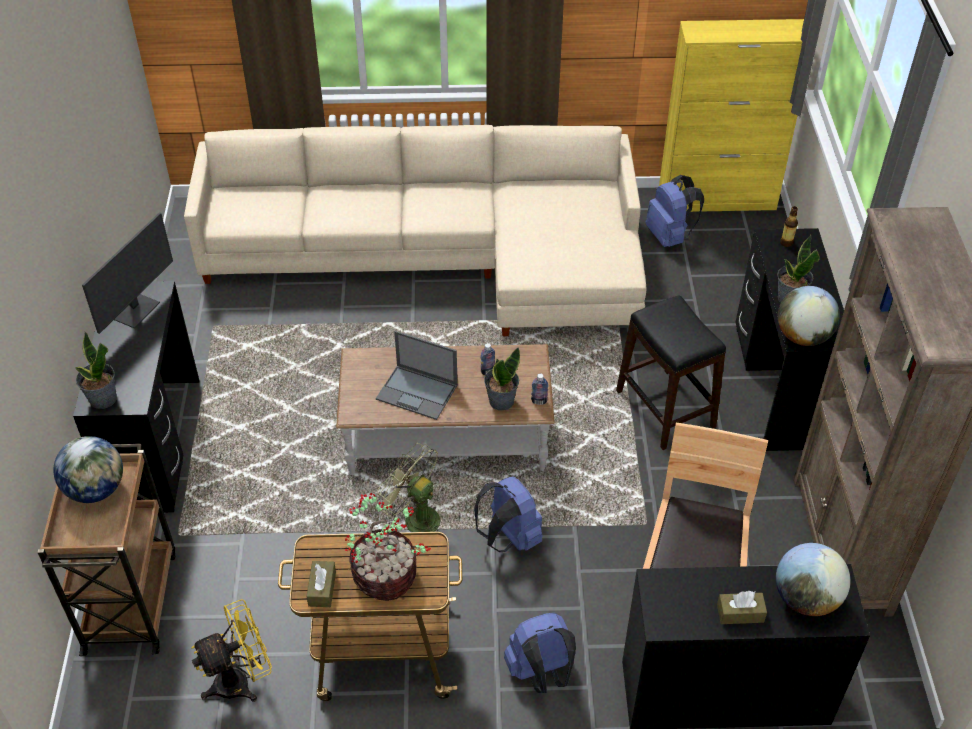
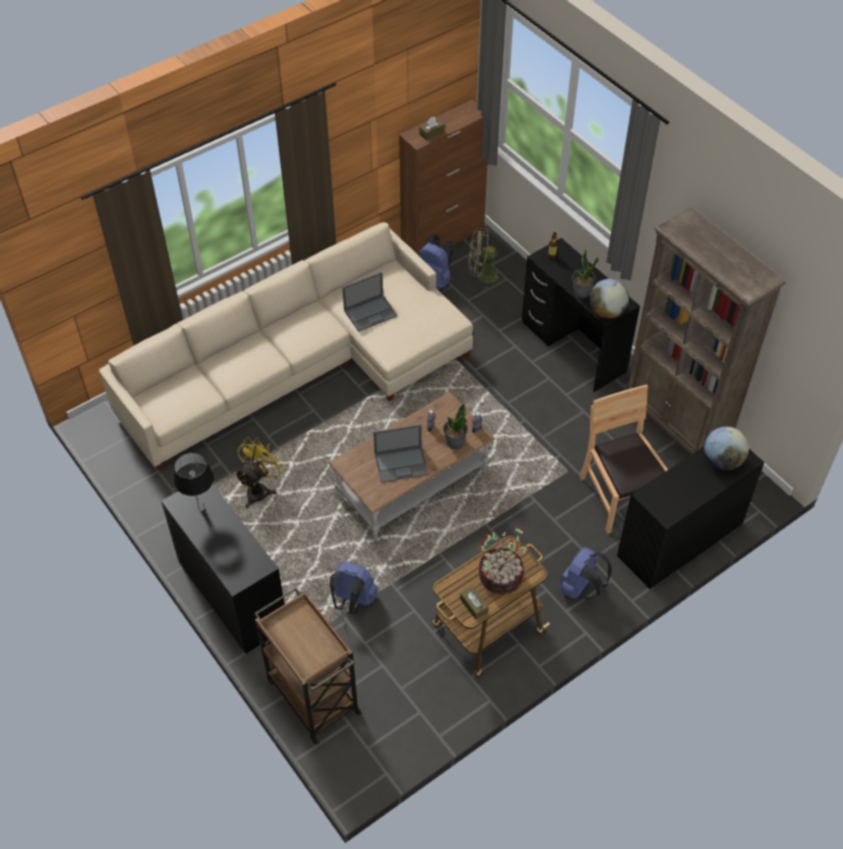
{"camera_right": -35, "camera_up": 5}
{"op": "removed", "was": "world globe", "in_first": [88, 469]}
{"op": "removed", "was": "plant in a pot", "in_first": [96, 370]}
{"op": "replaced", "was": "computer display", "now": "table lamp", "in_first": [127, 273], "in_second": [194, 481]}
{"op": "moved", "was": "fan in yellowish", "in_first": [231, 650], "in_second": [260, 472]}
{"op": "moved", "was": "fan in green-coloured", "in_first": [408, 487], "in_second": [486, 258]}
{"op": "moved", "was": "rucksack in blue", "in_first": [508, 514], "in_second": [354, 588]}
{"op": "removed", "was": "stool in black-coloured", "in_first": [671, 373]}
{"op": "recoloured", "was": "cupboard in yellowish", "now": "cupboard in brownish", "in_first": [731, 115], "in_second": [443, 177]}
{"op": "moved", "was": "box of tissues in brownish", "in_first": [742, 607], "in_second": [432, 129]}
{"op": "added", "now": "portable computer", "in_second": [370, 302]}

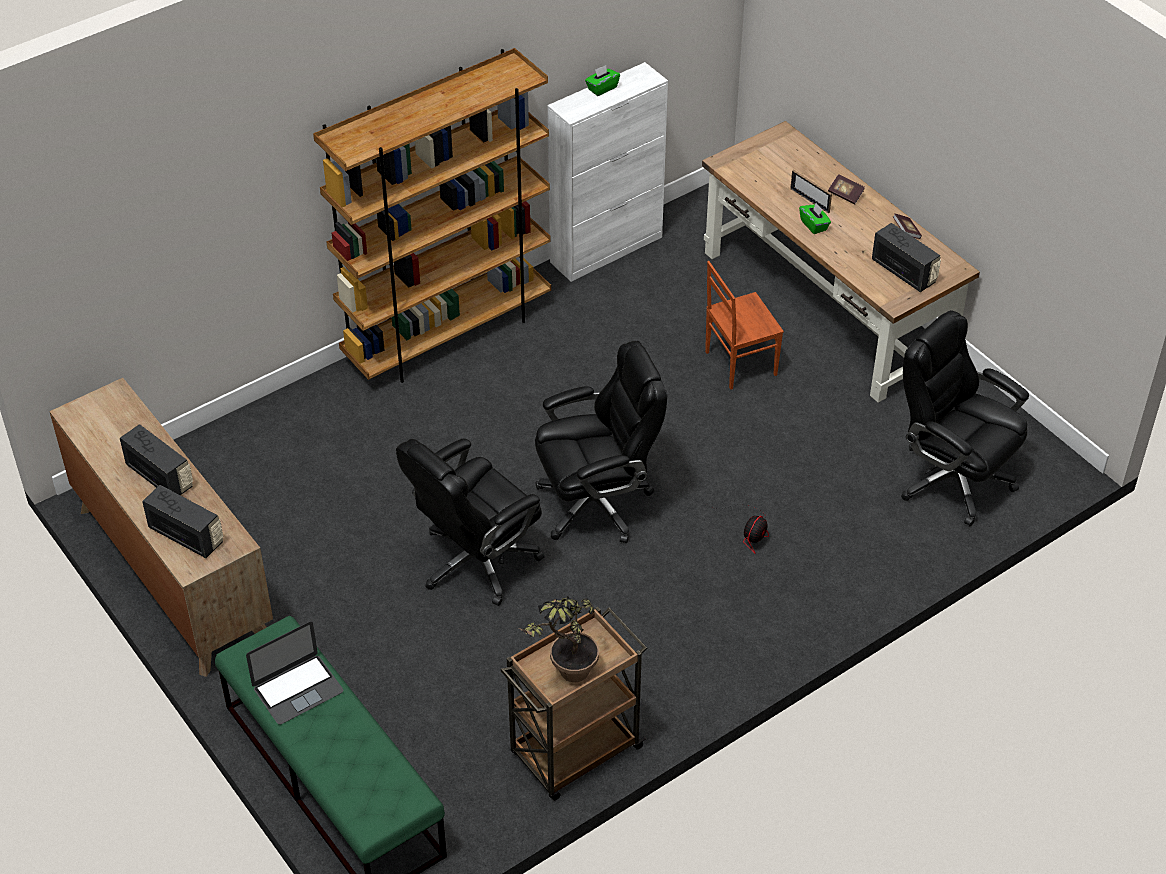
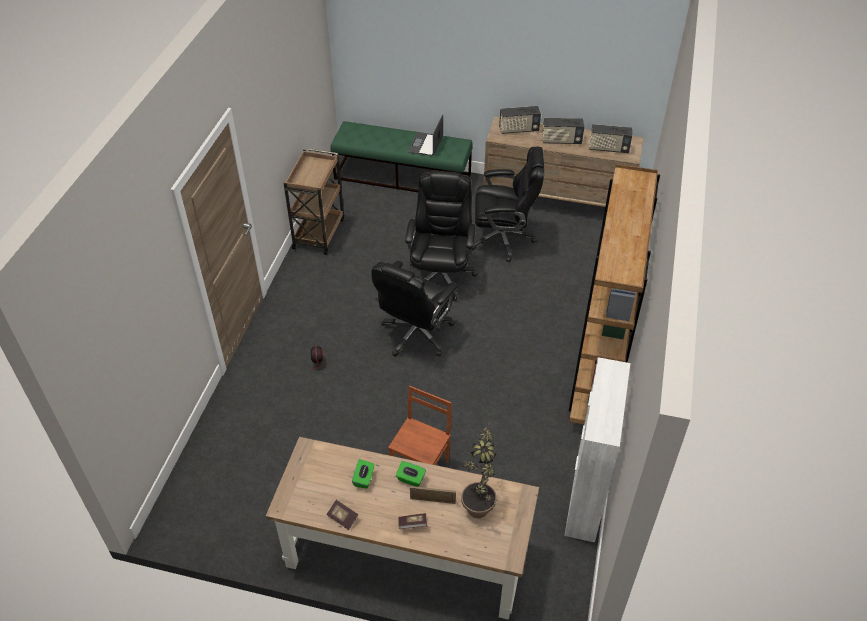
{"camera_right": 140, "camera_up": 0}
{"op": "moved", "was": "plant in a pot", "in_first": [558, 639], "in_second": [479, 470]}
{"op": "moved", "was": "box of tissues in green-coloured", "in_first": [602, 80], "in_second": [363, 474]}
{"op": "moved", "was": "radio set", "in_first": [906, 257], "in_second": [610, 138]}
{"op": "moved", "was": "desk chair in black-coloured", "in_first": [965, 418], "in_second": [508, 204]}

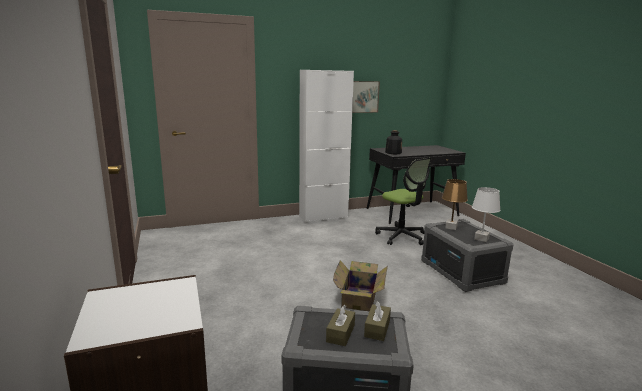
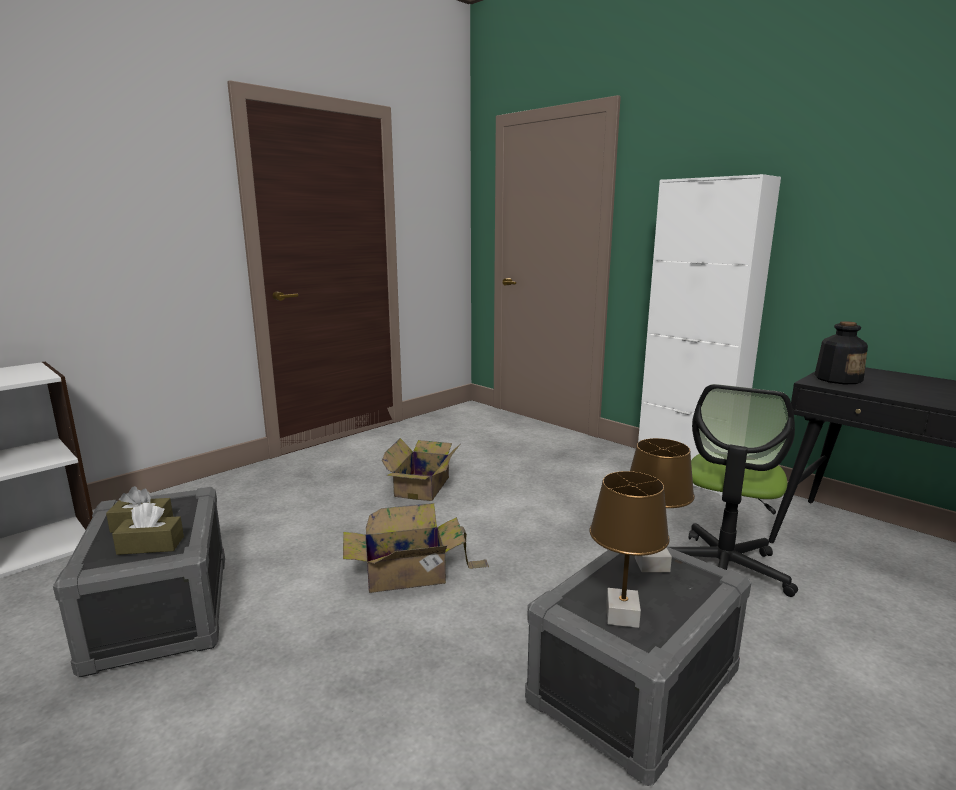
{"camera_right": 65, "camera_up": 0}
{"op": "removed", "was": "wall art", "in_first": [366, 97]}
{"op": "recoloured", "was": "table lamp in white-coloured", "now": "table lamp in brownish", "in_first": [486, 214], "in_second": [629, 549]}
{"op": "added", "now": "cardboard box", "in_second": [421, 469]}

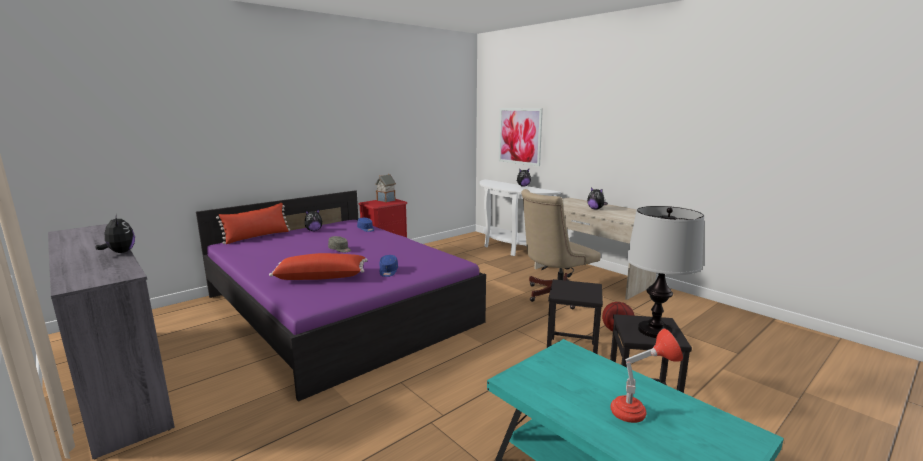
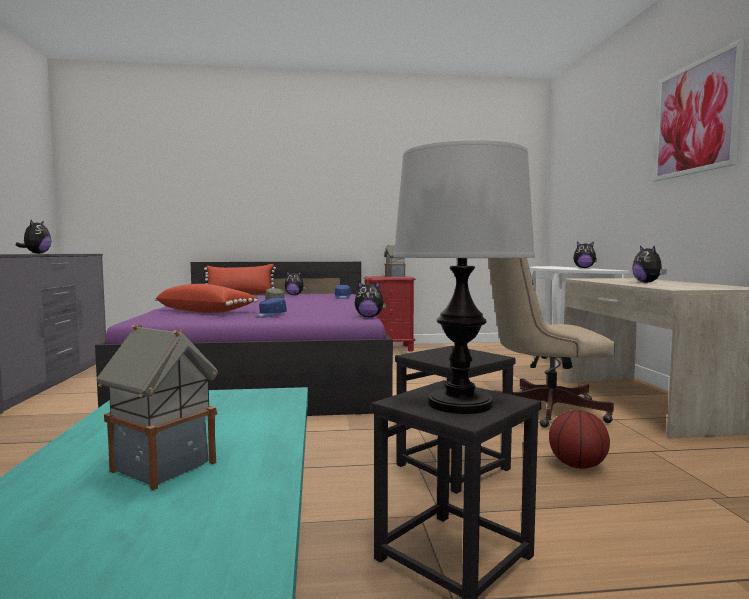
{"camera_right": 35, "camera_up": -10}
{"op": "moved", "was": "wall art", "in_first": [521, 137], "in_second": [699, 110]}
{"op": "replaced", "was": "table lamp in red", "now": "model house", "in_first": [646, 376], "in_second": [157, 407]}
{"op": "added", "now": "plush toy", "in_second": [370, 299]}

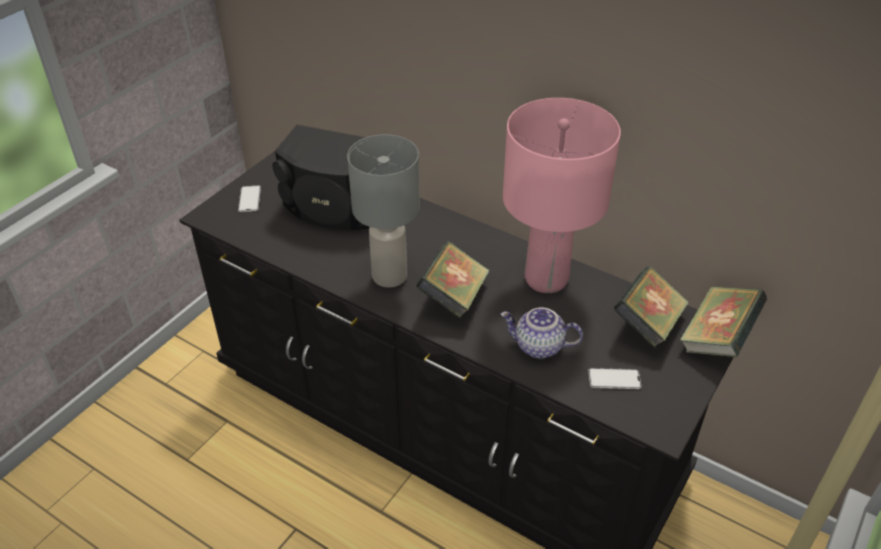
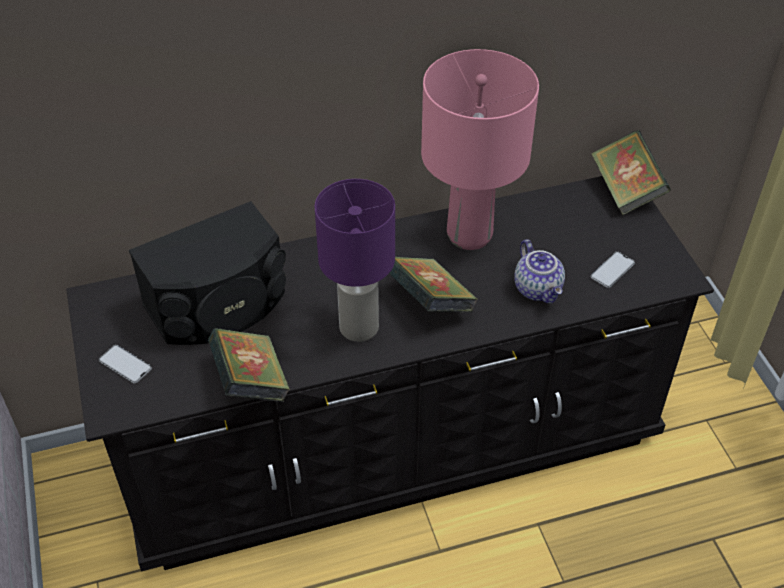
{"camera_right": -50, "camera_up": 5}
{"op": "recoloured", "was": "table lamp in greyish", "now": "table lamp in purple", "in_first": [383, 211], "in_second": [355, 260]}
{"op": "turned", "was": "tea pot", "in_first": [541, 333], "in_second": [539, 271], "clockwise": -75}
{"op": "moved", "was": "book", "in_first": [651, 307], "in_second": [249, 365]}

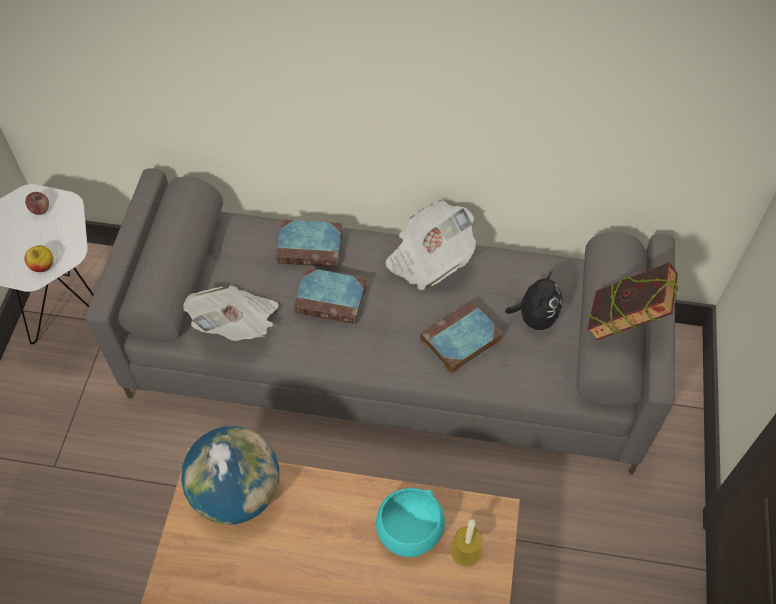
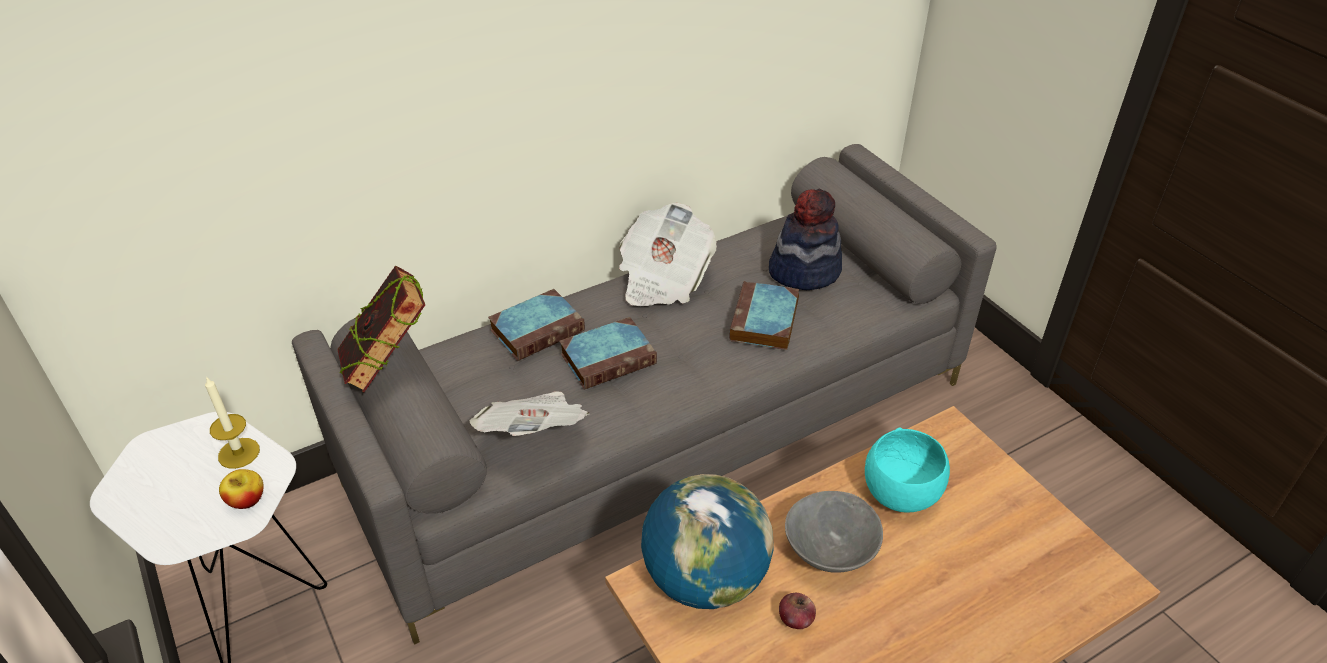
{"camera_right": -40, "camera_up": -15}
{"op": "moved", "was": "apple fruit", "in_first": [37, 203], "in_second": [797, 611]}
{"op": "moved", "was": "candle", "in_first": [466, 542], "in_second": [232, 422]}
{"op": "replaced", "was": "plush toy", "now": "clothing hat", "in_first": [533, 300], "in_second": [805, 239]}
{"op": "moved", "was": "book", "in_first": [632, 301], "in_second": [381, 329]}
{"op": "added", "now": "serving bowl in greyish", "in_second": [834, 532]}

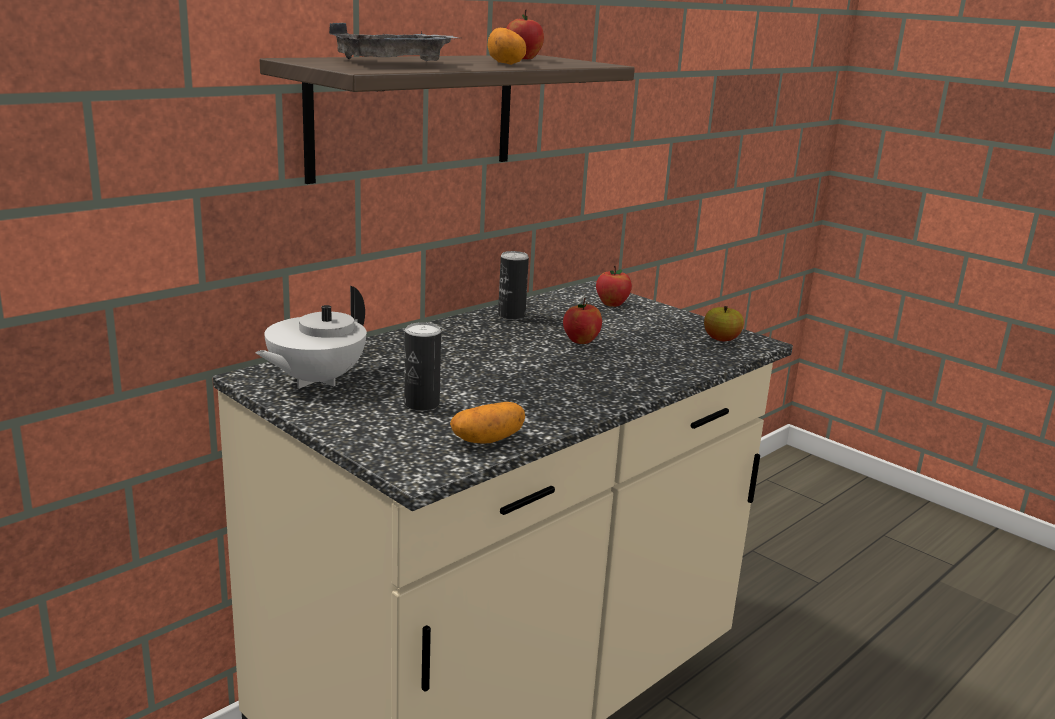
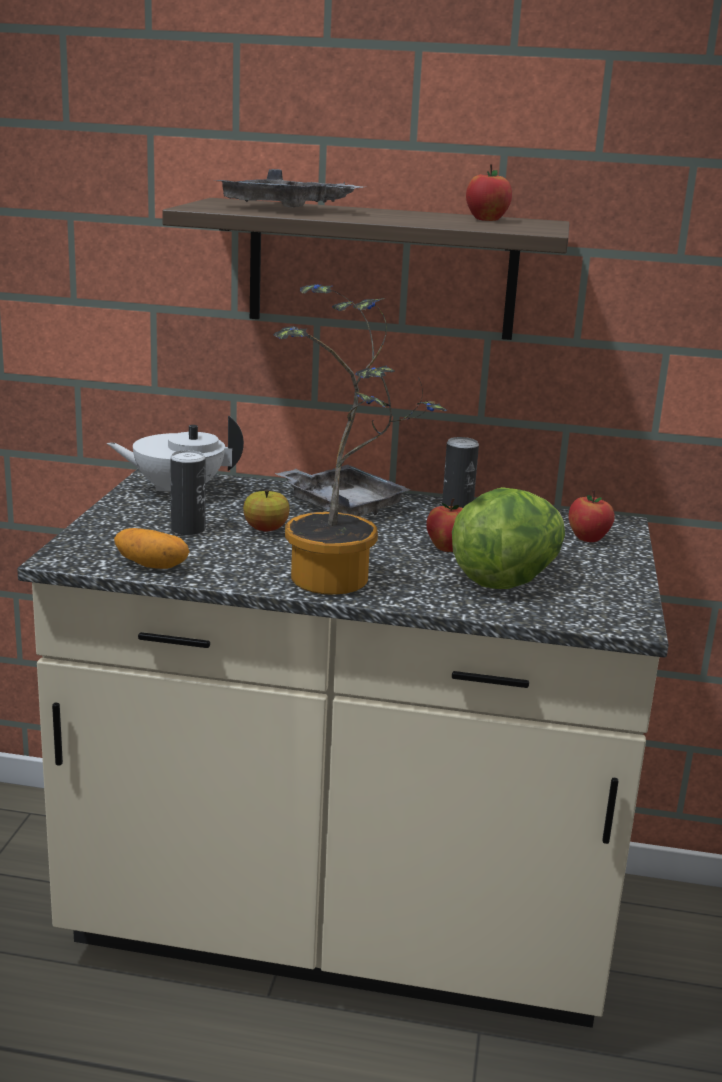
{"camera_right": 55, "camera_up": 0}
{"op": "removed", "was": "whole potato", "in_first": [506, 46]}
{"op": "moved", "was": "apple fruit", "in_first": [724, 323], "in_second": [266, 510]}
{"op": "added", "now": "plant in a pot", "in_second": [360, 439]}
{"op": "added", "now": "carrying tray in greyish", "in_second": [343, 490]}
{"op": "added", "now": "lettuce", "in_second": [508, 538]}

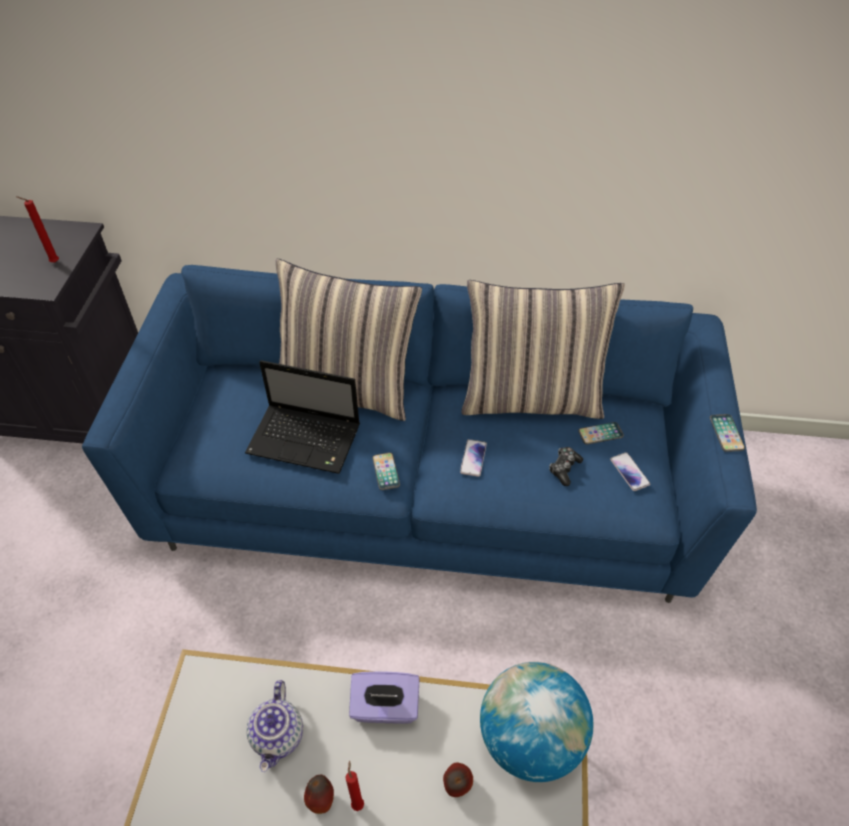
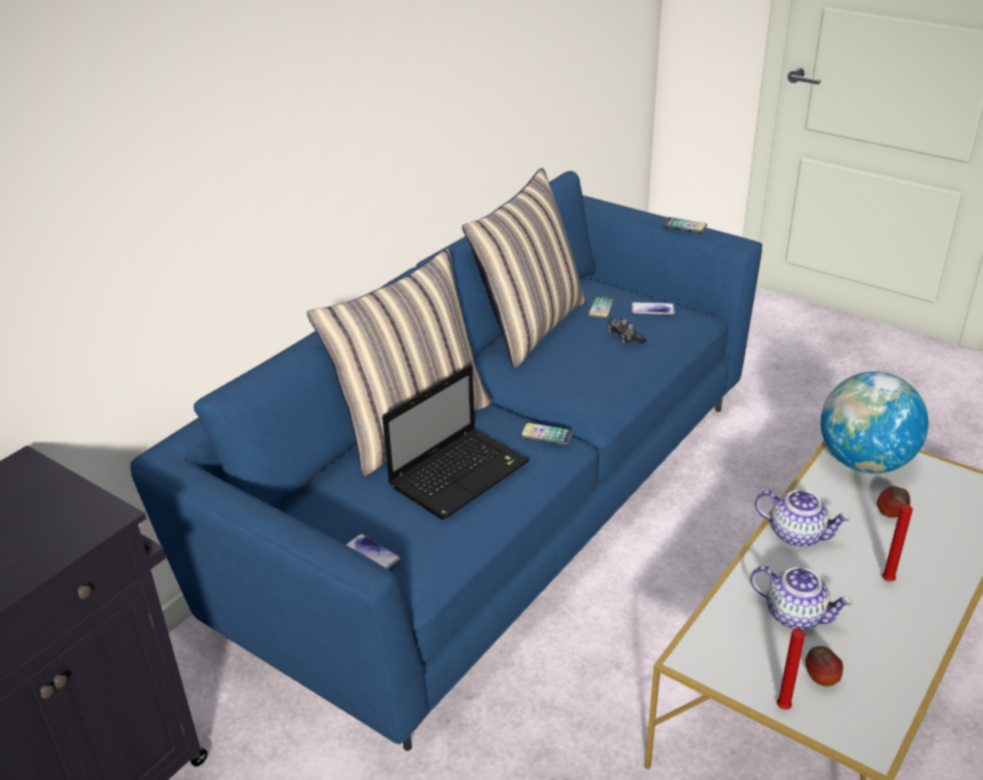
{"camera_right": -60, "camera_up": -15}
{"op": "moved", "was": "candle in red", "in_first": [37, 229], "in_second": [791, 668]}
{"op": "moved", "was": "apple fruit", "in_first": [319, 794], "in_second": [824, 666]}
{"op": "replaced", "was": "box of tissues in purple", "now": "tea pot", "in_first": [384, 697], "in_second": [802, 518]}
{"op": "moved", "was": "telephone", "in_first": [473, 458], "in_second": [372, 551]}

